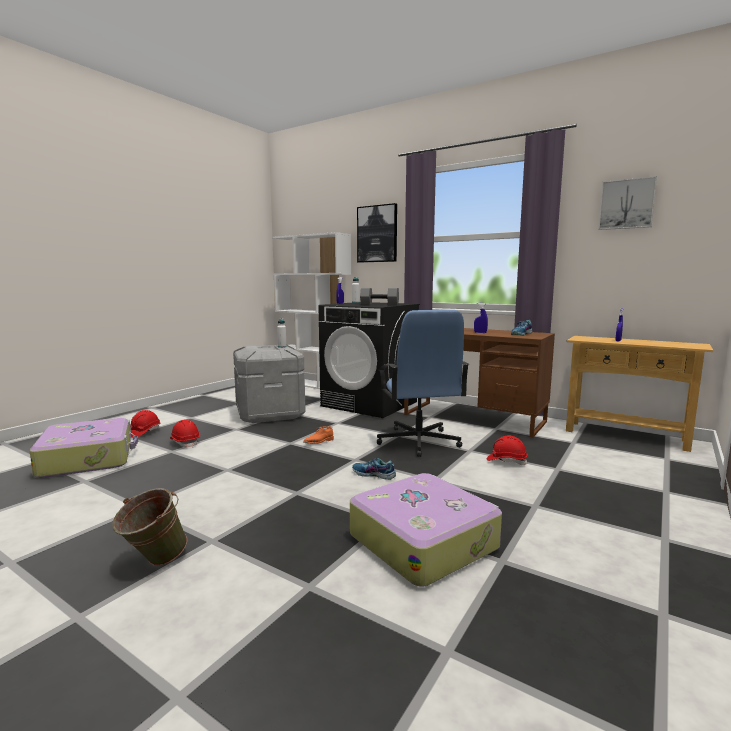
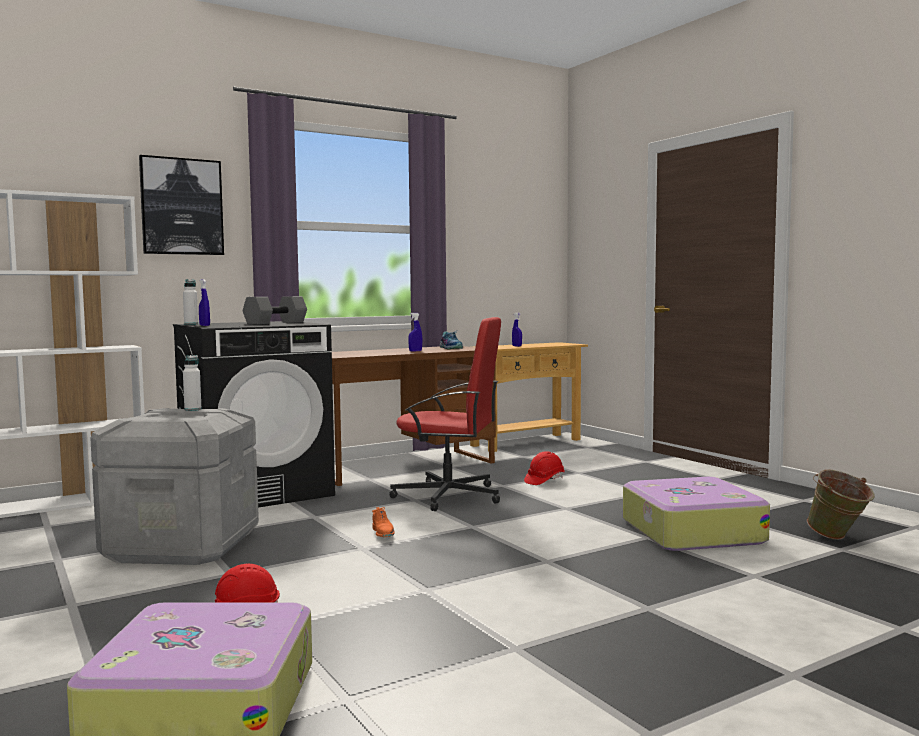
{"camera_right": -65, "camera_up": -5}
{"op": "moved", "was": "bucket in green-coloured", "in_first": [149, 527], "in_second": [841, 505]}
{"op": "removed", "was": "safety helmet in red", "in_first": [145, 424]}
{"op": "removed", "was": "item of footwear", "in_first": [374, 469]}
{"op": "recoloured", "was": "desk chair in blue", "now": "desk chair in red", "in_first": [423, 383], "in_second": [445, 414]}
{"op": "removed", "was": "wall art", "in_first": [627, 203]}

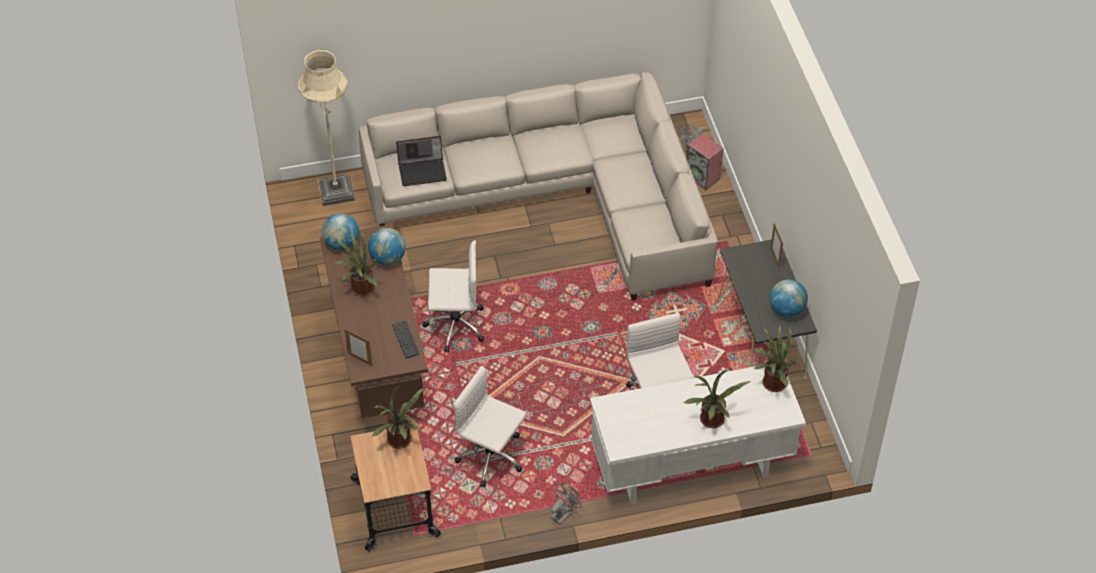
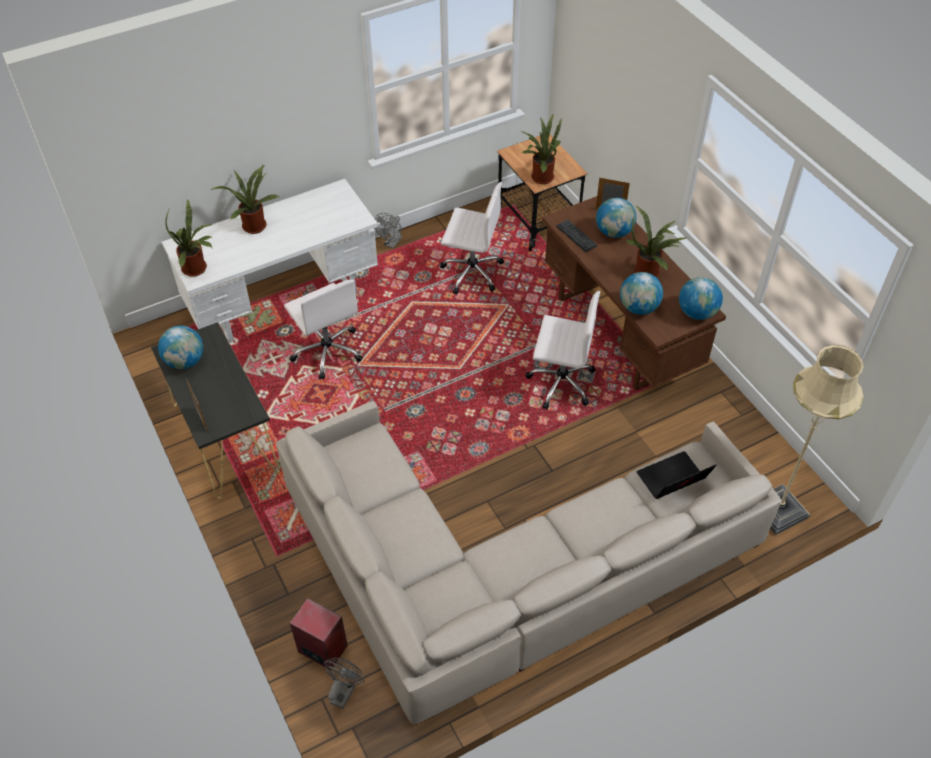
{"camera_right": 165, "camera_up": 0}
{"op": "turned", "was": "desk chair in white-coloured", "in_first": [453, 296], "in_second": [563, 350], "clockwise": -150}
{"op": "added", "now": "world globe", "in_second": [616, 218]}

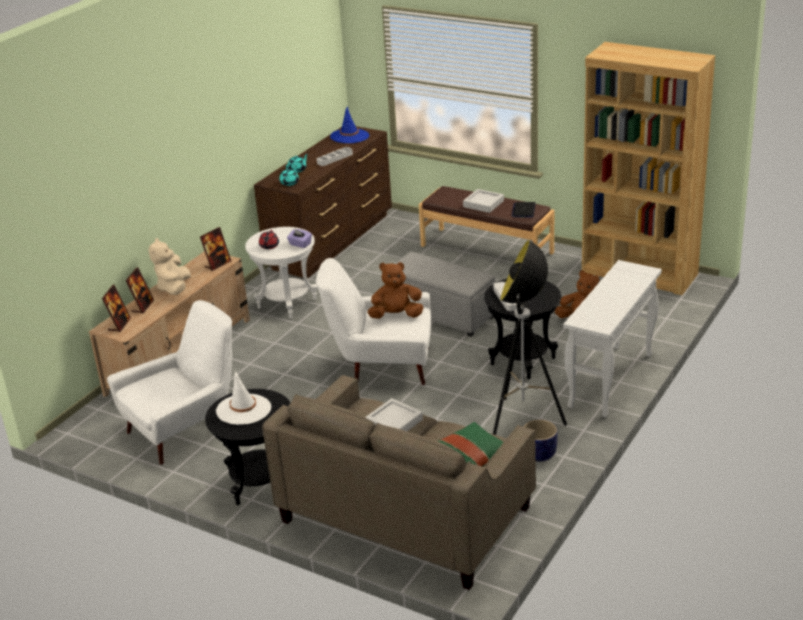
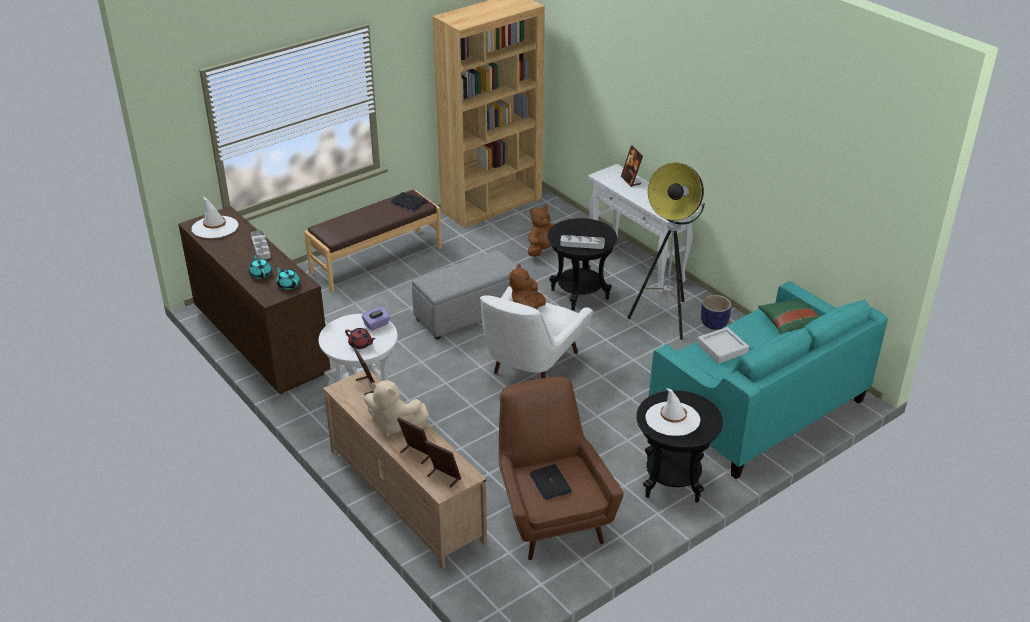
{"camera_right": -70, "camera_up": 5}
{"op": "recoloured", "was": "easy chair in white-coloured", "now": "easy chair in brownish", "in_first": [169, 382], "in_second": [561, 468]}
{"op": "recoloured", "was": "settee in sand-coloured", "now": "settee in blue-green", "in_first": [399, 482], "in_second": [768, 380]}
{"op": "recoloured", "was": "clothing hat in blue", "now": "clothing hat in white-coloured", "in_first": [349, 125], "in_second": [215, 217]}
{"op": "removed", "was": "carrying tray in greyish", "in_first": [483, 201]}
{"op": "added", "now": "portable computer", "in_second": [550, 482]}
{"op": "added", "now": "picture frame", "in_second": [632, 166]}

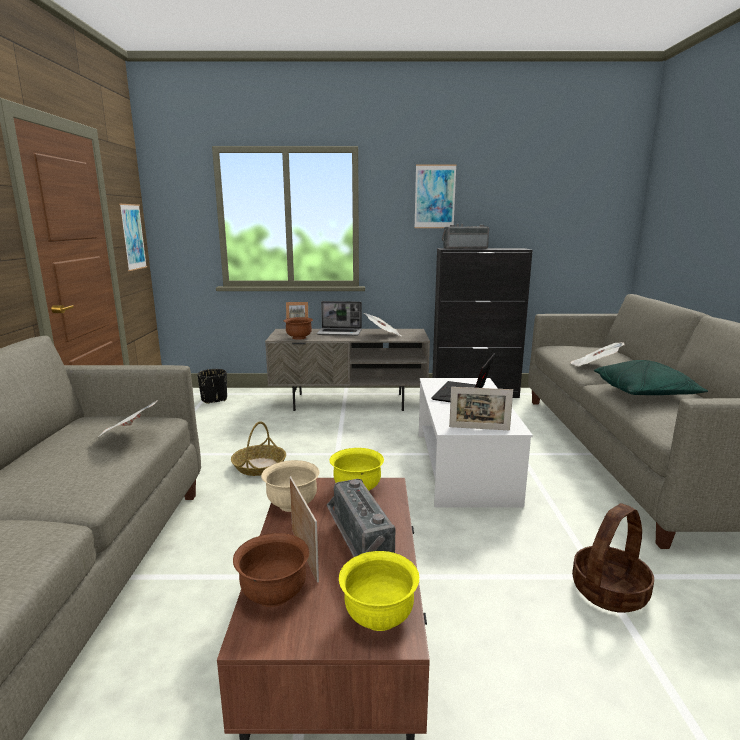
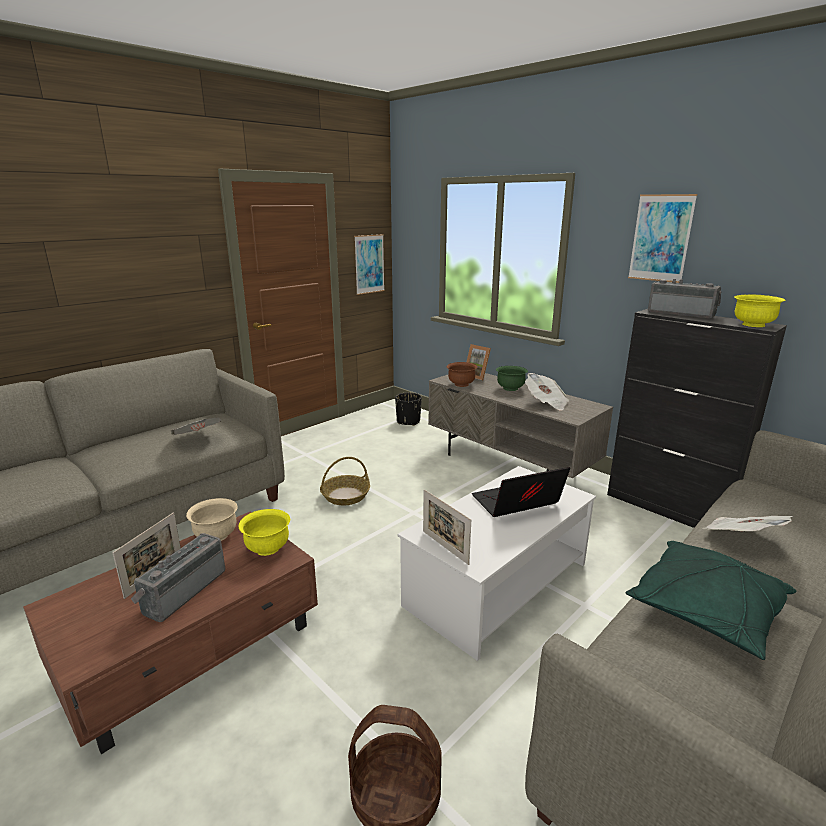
{"camera_right": 45, "camera_up": 5}
{"op": "removed", "was": "serving bowl in brownish", "in_first": [271, 570]}
{"op": "replaced", "was": "portable computer", "now": "serving bowl in green-coloured", "in_first": [339, 318], "in_second": [512, 378]}
{"op": "moved", "was": "serving bowl in yellowish", "in_first": [379, 591], "in_second": [759, 311]}

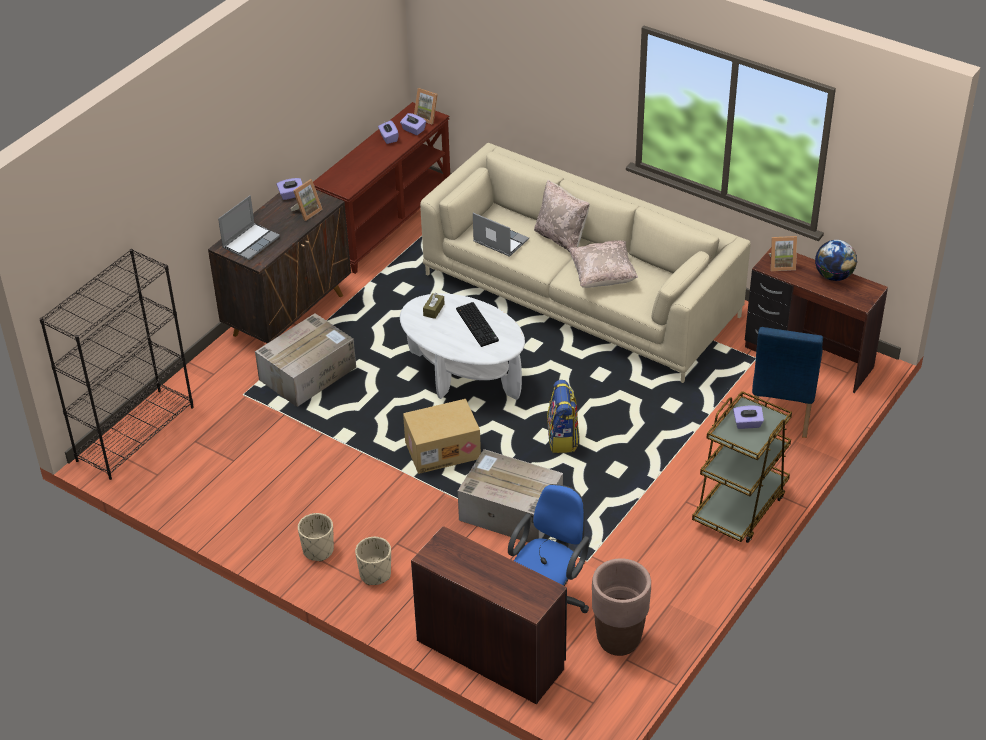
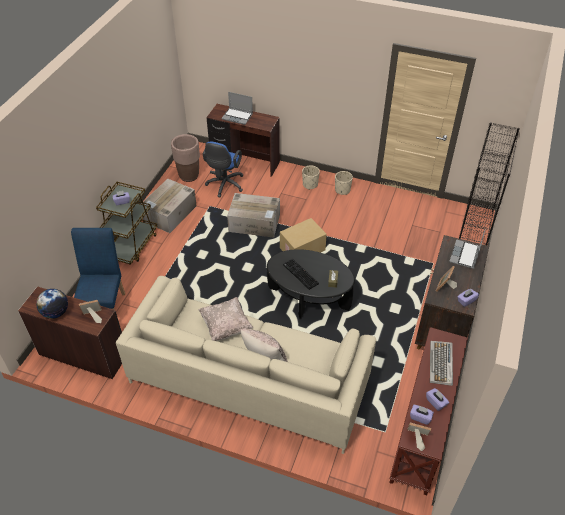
{"camera_right": 165, "camera_up": 5}
{"op": "moved", "was": "cardboard box", "in_first": [305, 360], "in_second": [169, 206]}
{"op": "recoloured", "was": "lounge table in white-coloured", "now": "lounge table in black-coloured", "in_first": [462, 346], "in_second": [311, 284]}
{"op": "moved", "was": "portable computer", "in_first": [501, 235], "in_second": [237, 108]}
{"op": "removed", "was": "rucksack", "in_first": [563, 416]}
{"op": "added", "now": "computer keyboard", "in_second": [441, 363]}

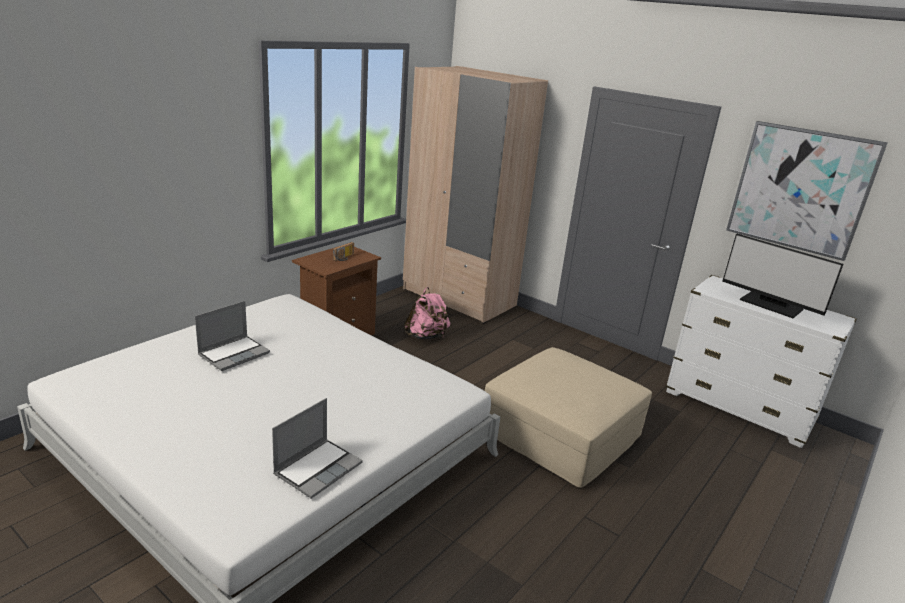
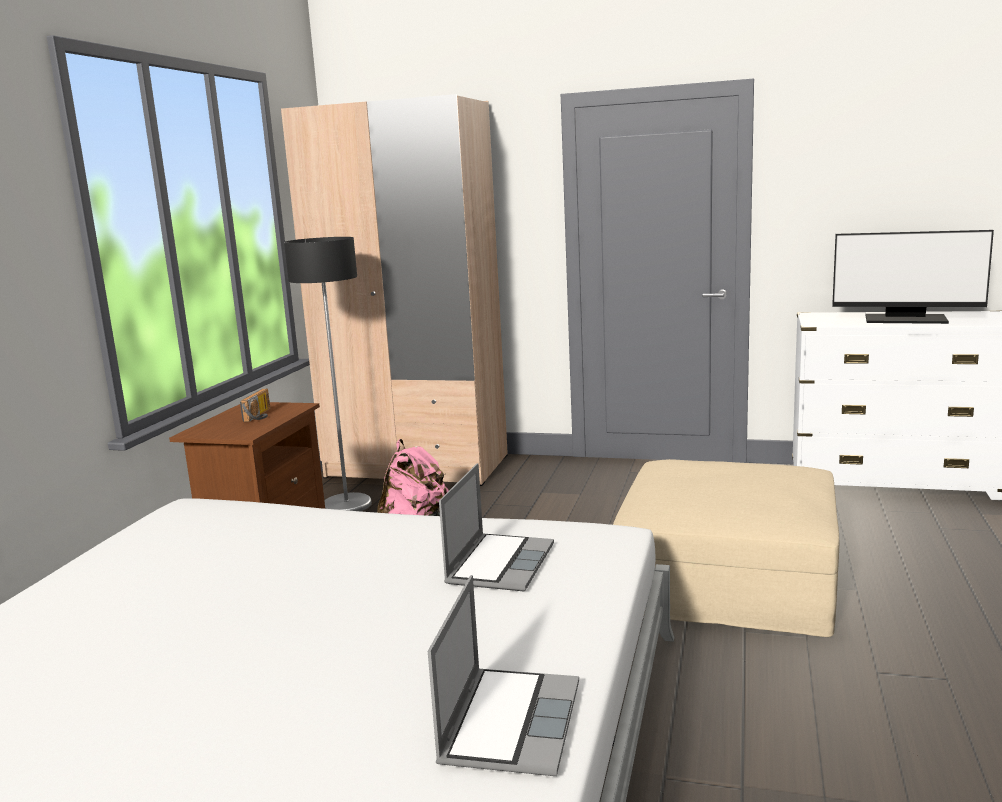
{"camera_right": -20, "camera_up": -10}
{"op": "moved", "was": "portable computer", "in_first": [232, 336], "in_second": [496, 527]}
{"op": "removed", "was": "wall art", "in_first": [807, 191]}
{"op": "added", "now": "floor lamp", "in_second": [328, 374]}

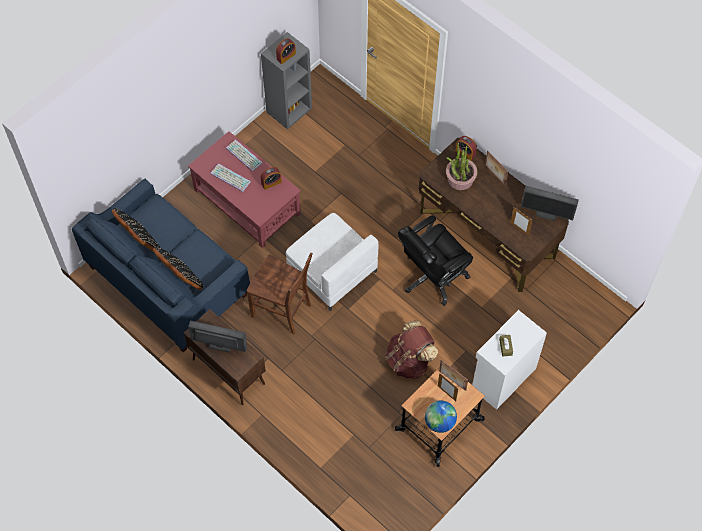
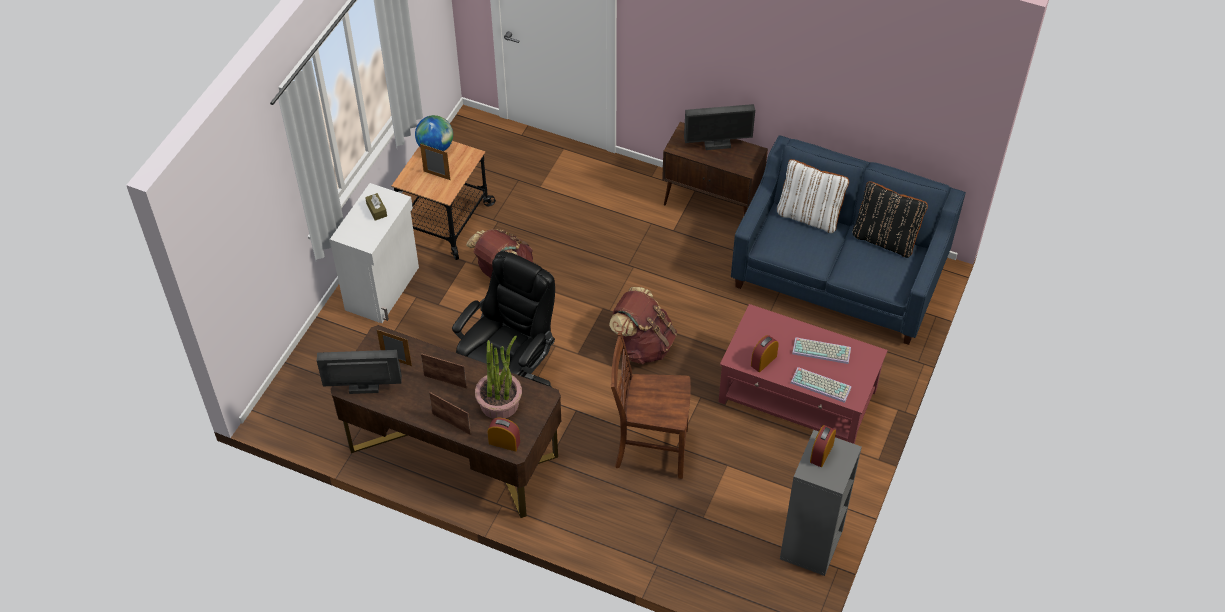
{"camera_right": 160, "camera_up": -10}
{"op": "recoloured", "was": "pillow in black-coloured", "now": "pillow in white-coloured", "in_first": [178, 268], "in_second": [813, 196]}
{"op": "moved", "was": "upright chair in brownish", "in_first": [280, 293], "in_second": [651, 405]}
{"op": "replaced", "was": "easy chair in white-coloured", "now": "rucksack in brownish", "in_first": [332, 262], "in_second": [643, 326]}
{"op": "moved", "was": "picture frame", "in_first": [453, 375], "in_second": [444, 371]}

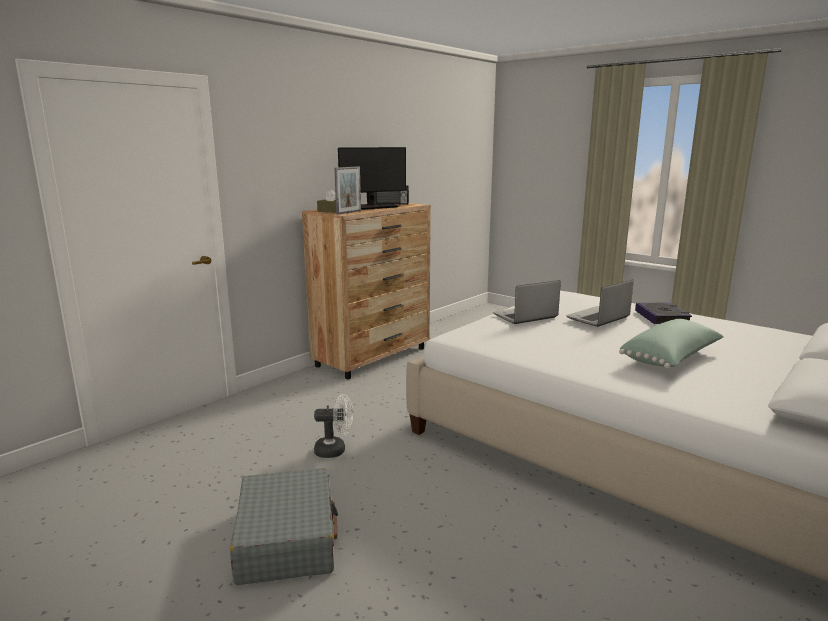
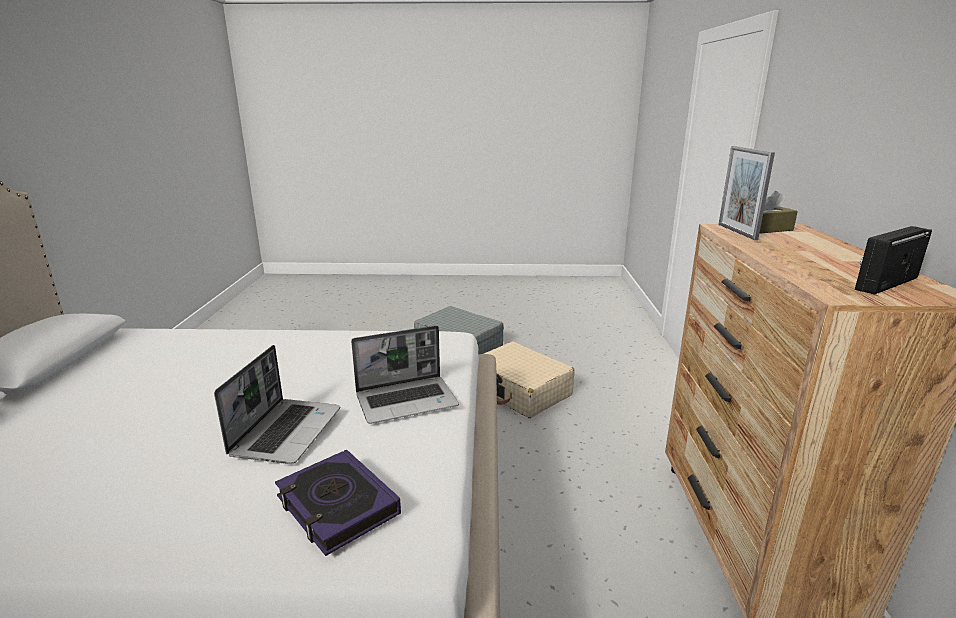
{"camera_right": 140, "camera_up": 5}
{"op": "replaced", "was": "fan in white-coloured", "now": "suitcase in sand-coloured", "in_first": [333, 426], "in_second": [529, 380]}
{"op": "removed", "was": "computer display", "in_first": [372, 178]}
{"op": "turned", "was": "portable computer", "in_first": [527, 302], "in_second": [405, 374], "clockwise": 45}
{"op": "removed", "was": "pillow in green-coloured", "in_first": [671, 344]}
{"op": "moved", "was": "book", "in_first": [663, 313], "in_second": [338, 503]}

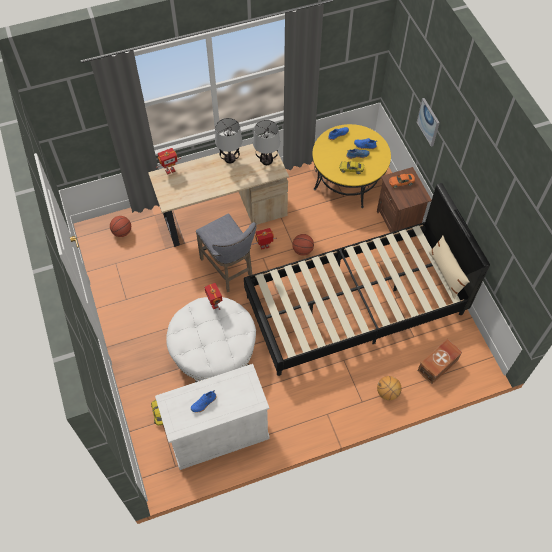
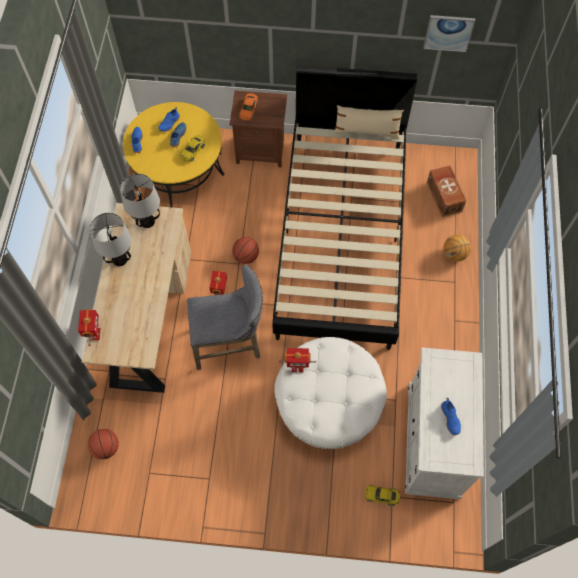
{"camera_right": -65, "camera_up": 5}
{"op": "moved", "was": "wall art", "in_first": [428, 122], "in_second": [449, 33]}

